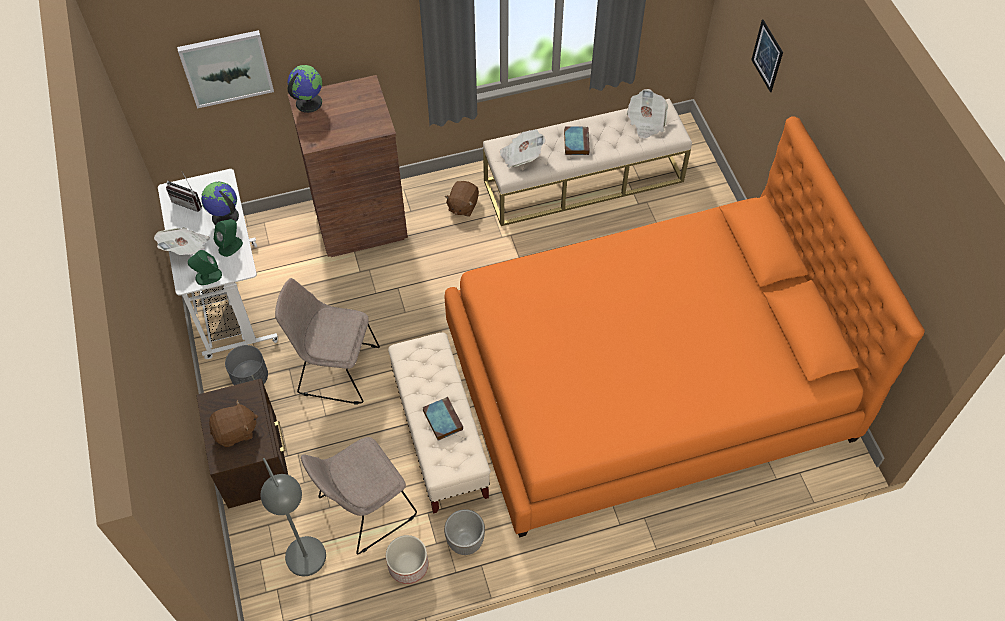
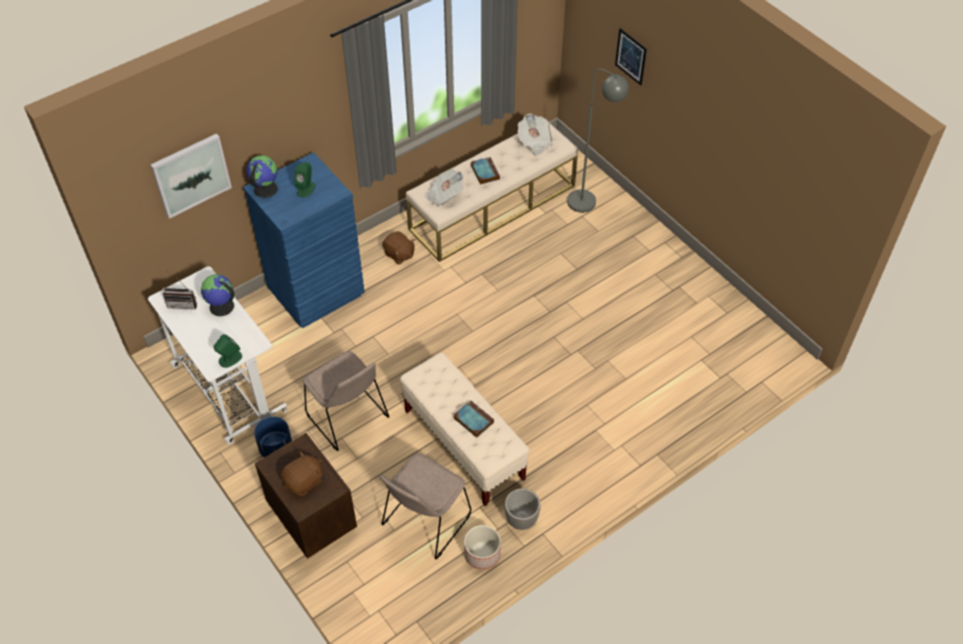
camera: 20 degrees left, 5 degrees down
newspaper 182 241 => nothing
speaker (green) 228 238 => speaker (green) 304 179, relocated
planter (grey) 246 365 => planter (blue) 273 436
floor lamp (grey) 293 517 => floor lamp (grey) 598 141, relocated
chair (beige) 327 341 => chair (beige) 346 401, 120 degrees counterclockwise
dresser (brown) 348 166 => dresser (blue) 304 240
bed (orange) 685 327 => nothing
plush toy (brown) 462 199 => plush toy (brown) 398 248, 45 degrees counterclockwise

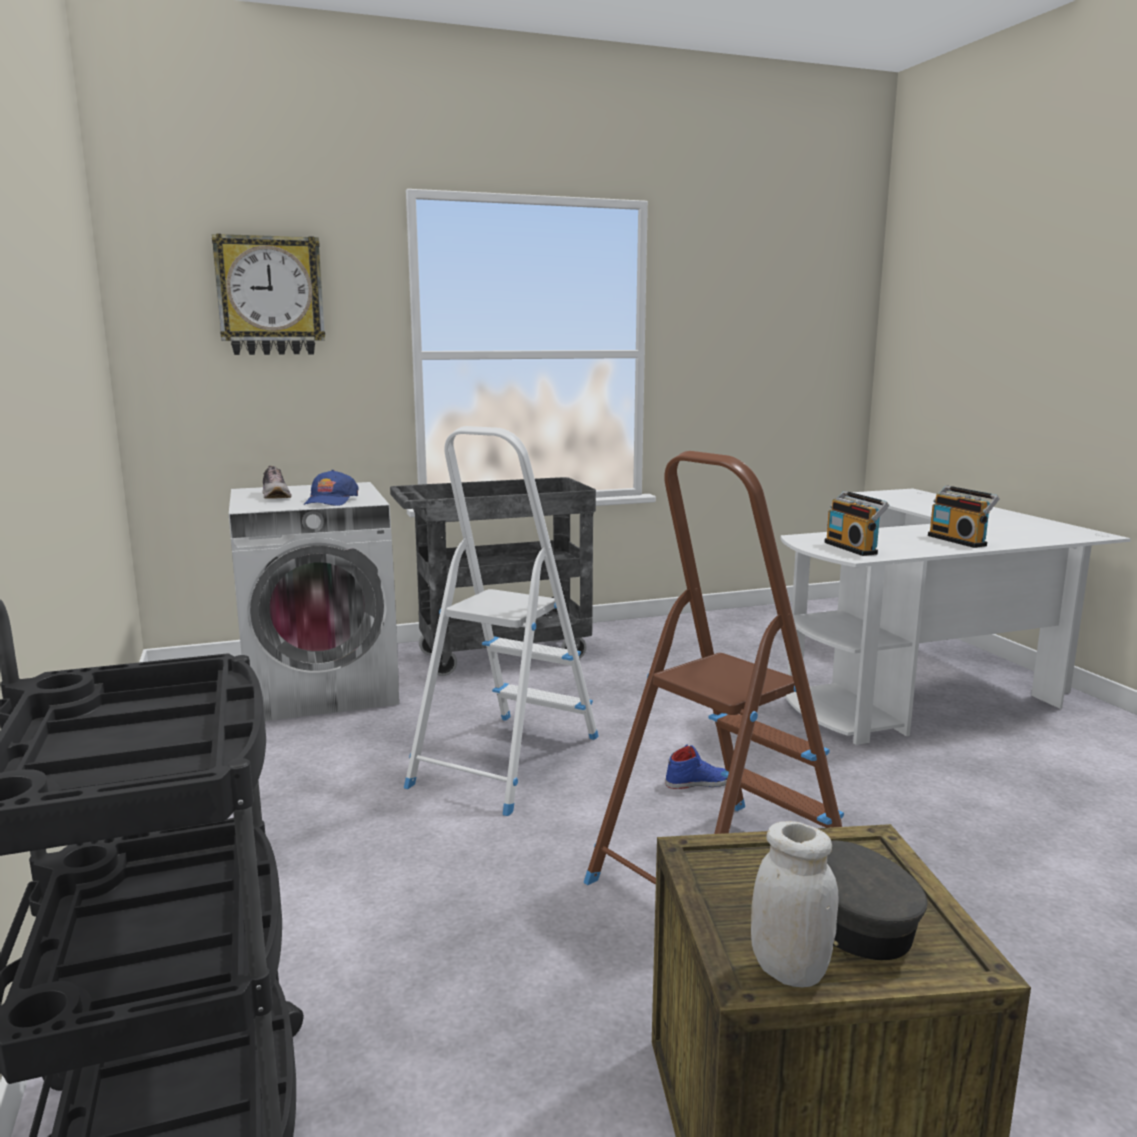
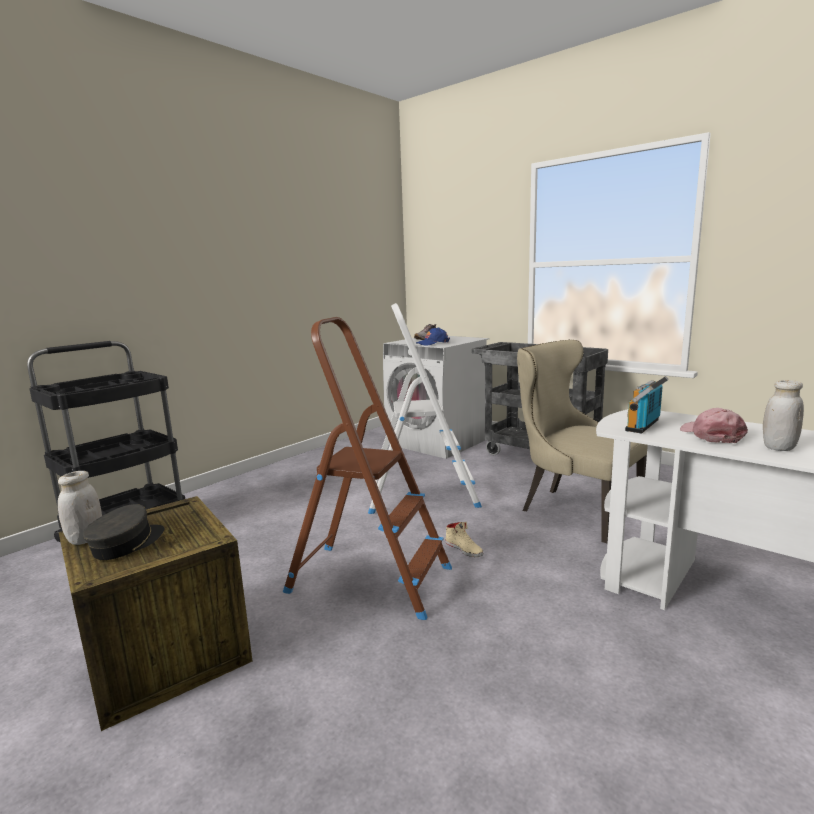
camera: 60 degrees right, 0 degrees up
wall clock 268 294 => nothing
shoe (blue) 696 766 => shoe (beige) 464 539
radio 963 516 => jar (white) 783 415
nothing => chair (beige) 582 441
nothing => cap (pink) 714 425

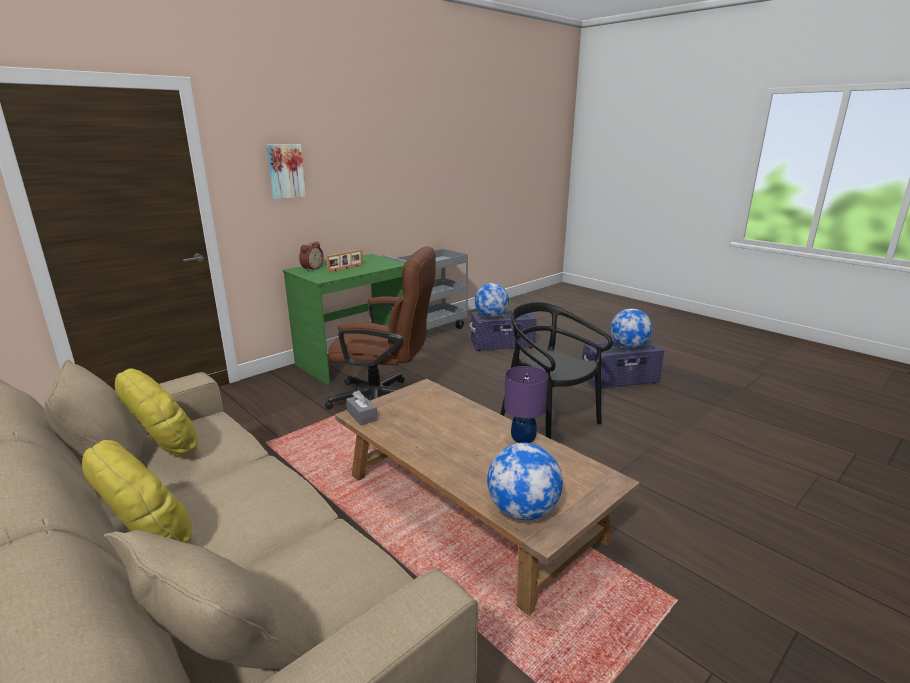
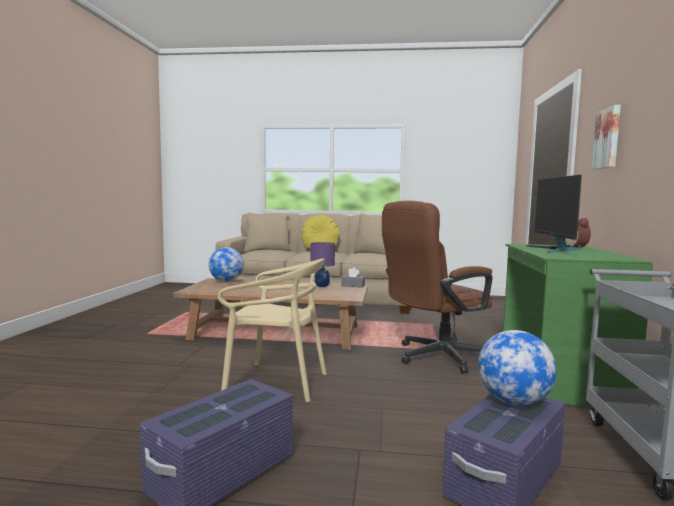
camera: 140 degrees right, 15 degrees down
pillow (yellow) 156 412 => nothing
picture frame 344 261 => monitor 554 214
chair (black) 556 370 => chair (beige) 272 330
table lamp (purple) 526 404 => table lamp (purple) 322 264, relocated
globe 631 329 => nothing

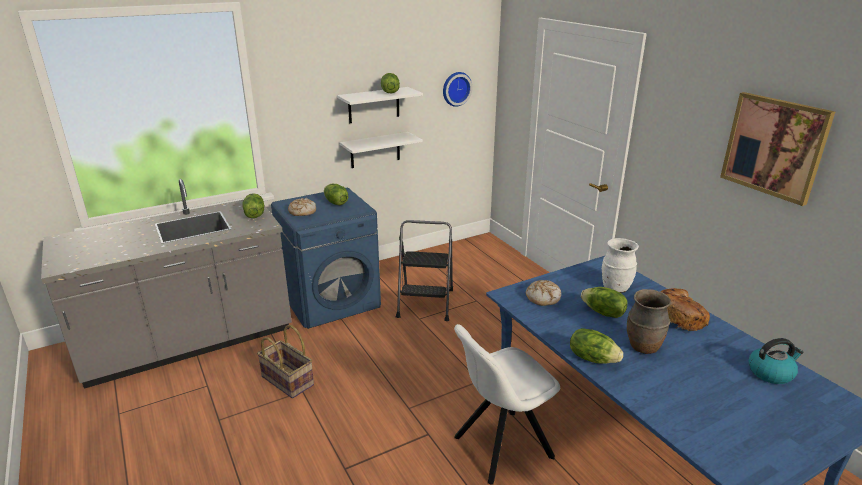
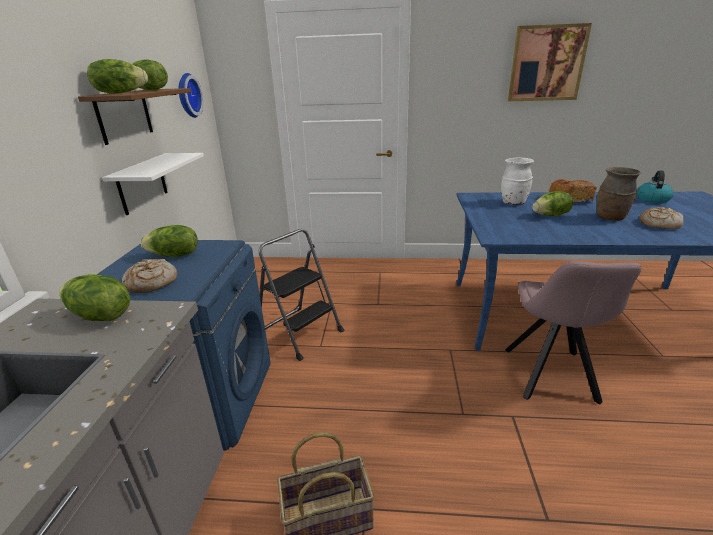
camera: 55 degrees left, 0 degrees up
shelf (white) 380 105 => shelf (brown) 135 116
chair (white) 507 404 => chair (pink) 573 332
bread 543 293 => bread 661 218, relocated
lettuce 596 346 => lettuce 117 76, relocated

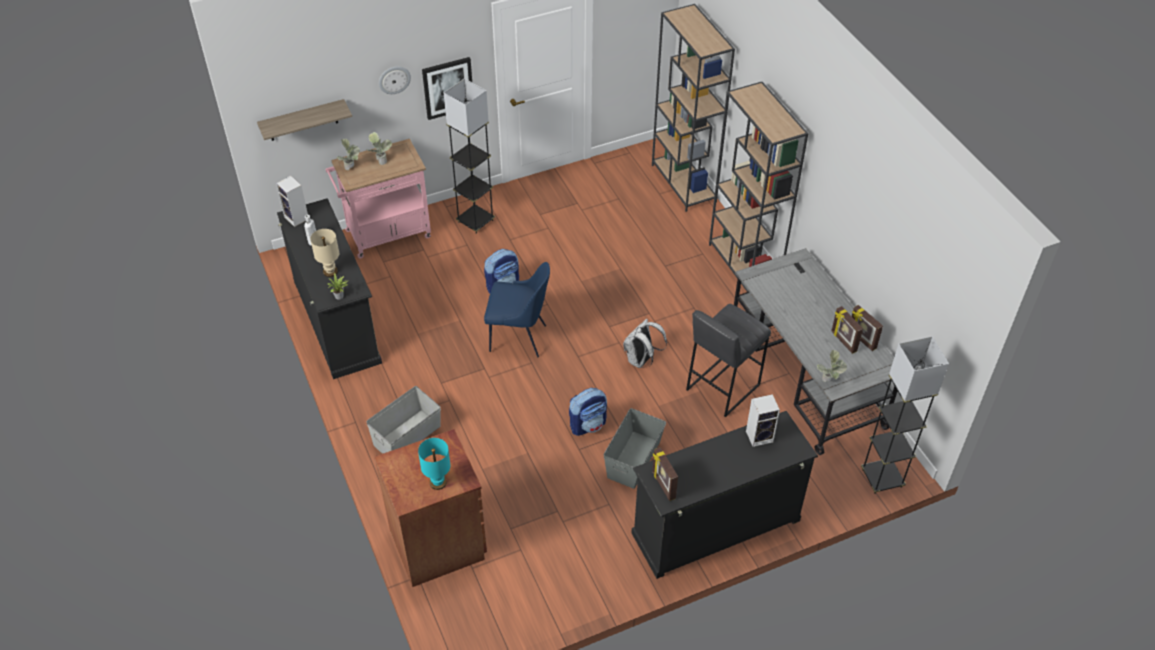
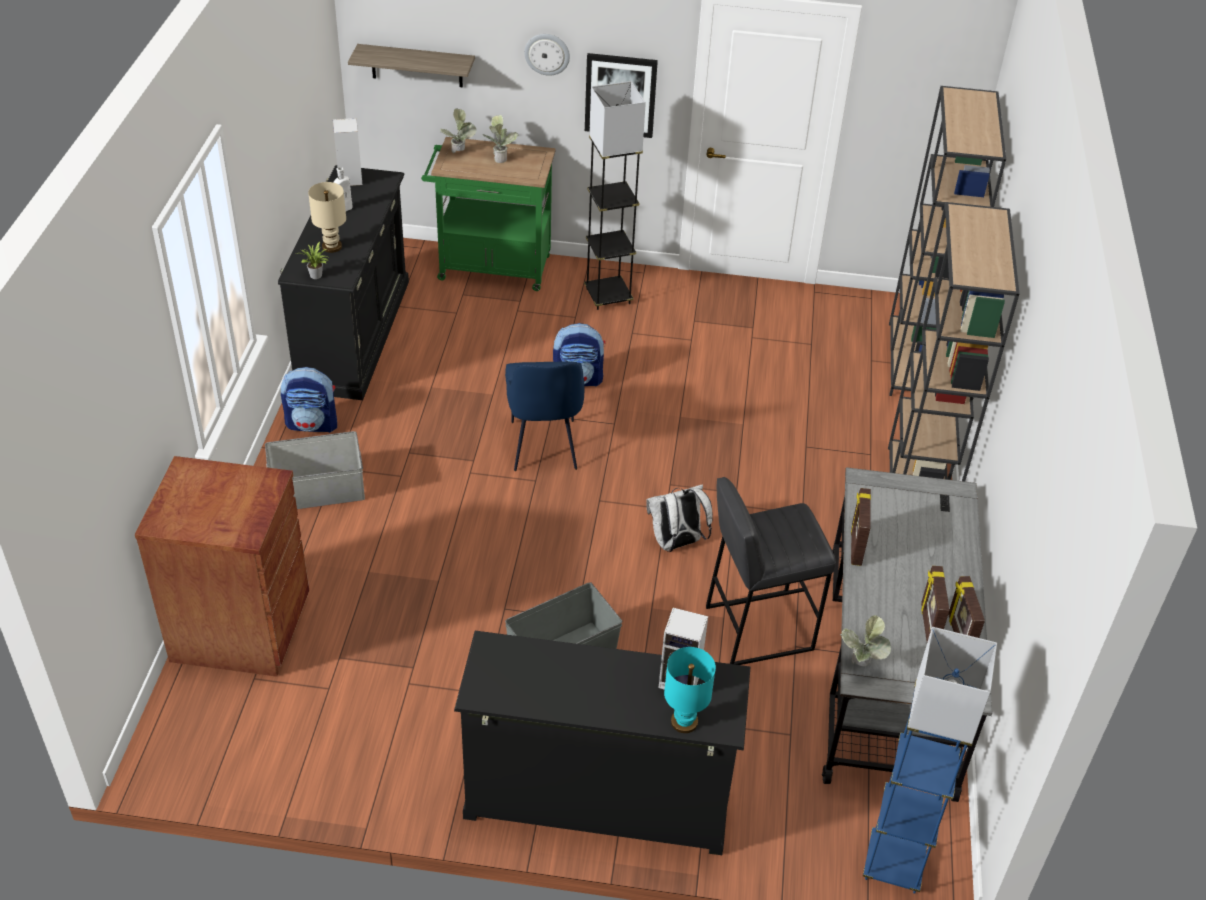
camera: 30 degrees right, 5 degrees down
cart (pink) 378 198 => cart (green) 488 214
table lamp (turquoise) 434 464 => table lamp (turquoise) 690 690, relocated
chair (blue) 517 310 => chair (blue) 544 416, 45 degrees clockwise
backpack 588 412 => backpack 309 400, relocated
picture frame 665 474 => picture frame 861 527, relocated
floor lamp (grey) 905 415 => floor lamp (blue) 930 760

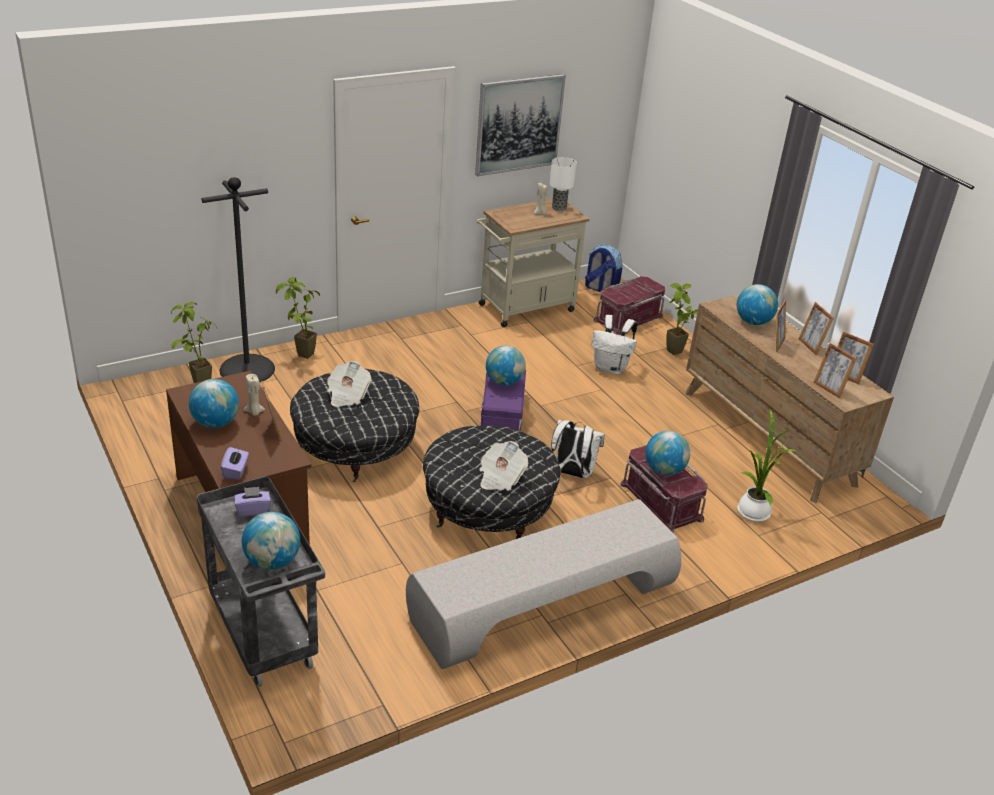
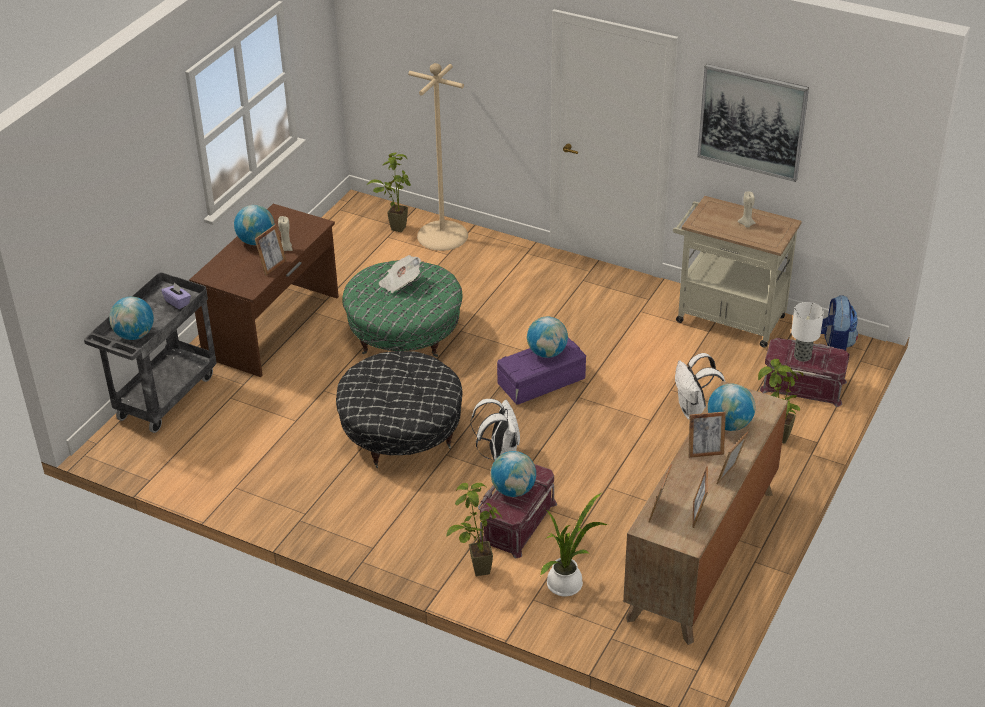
camera: 60 degrees right, 5 degrees up
clothes rack (black) 238 280 => clothes rack (beige) 438 157
tissue box (purple) 235 463 => nothing
potted plant 298 318 => potted plant 474 529, relocated
ottoman (black) 354 425 => ottoman (green) 402 308
bench (grey) 543 584 => nothing
newspaper 503 466 => nothing
table lamp 563 184 => table lamp 807 332, relocated

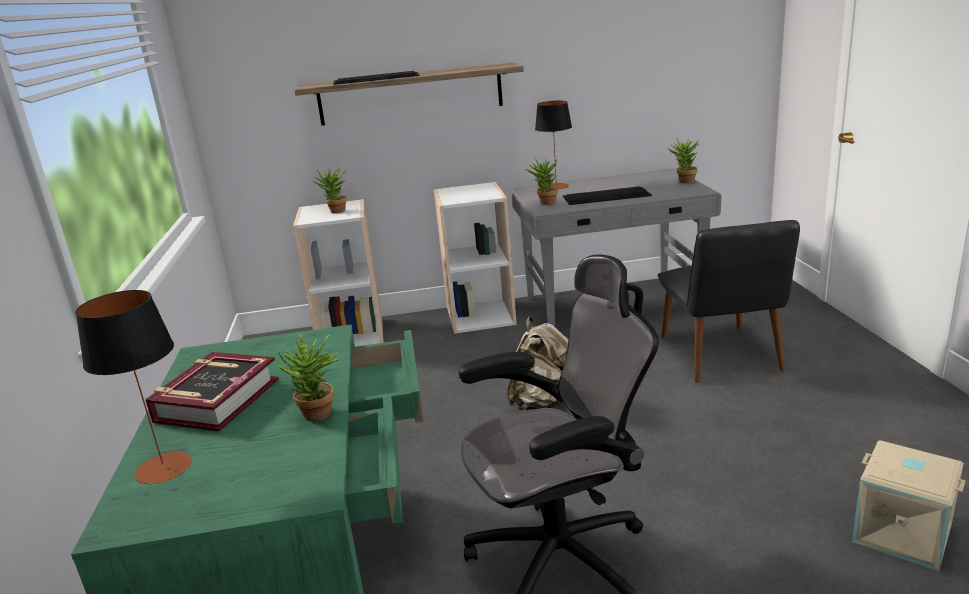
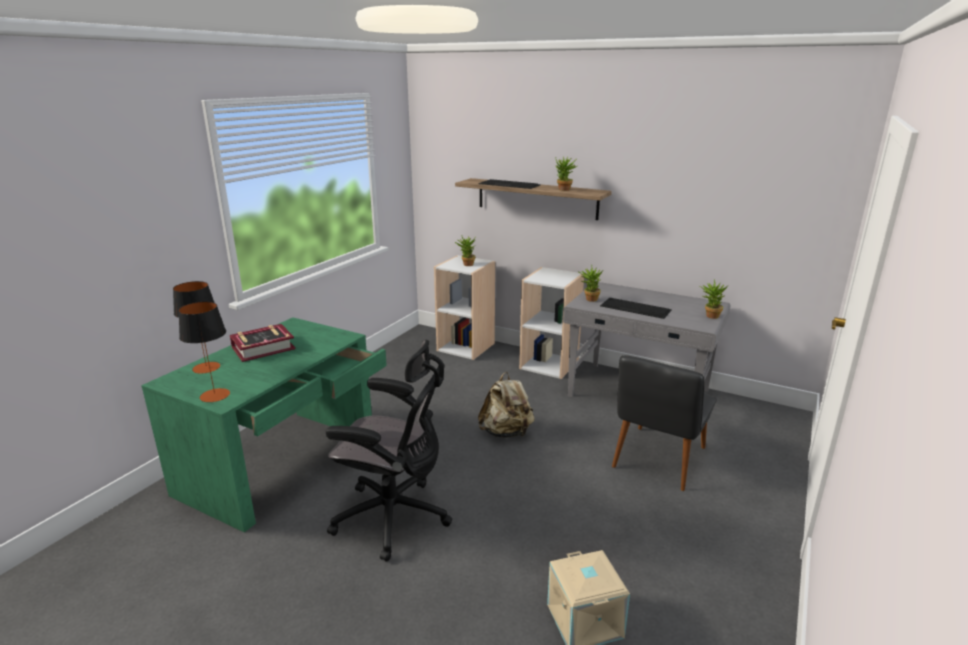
camera: 35 degrees right, 0 degrees up
potted plant 308 378 => potted plant 566 174, relocated
table lamp 553 145 => table lamp 204 352, relocated

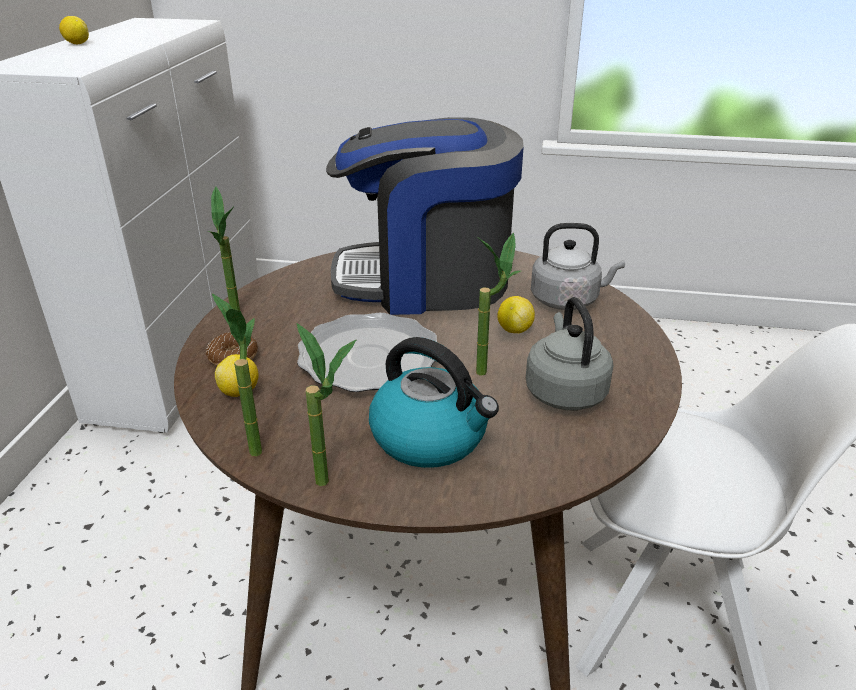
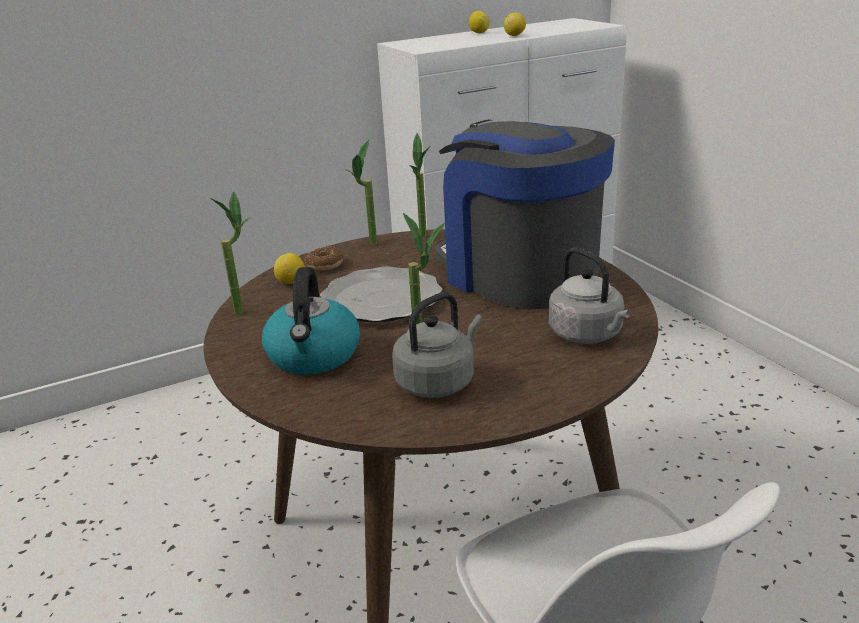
camera: 55 degrees right, 5 degrees down
potted plant 326 404 => potted plant 419 185, relocated
lemon 516 314 => lemon 515 24, relocated

